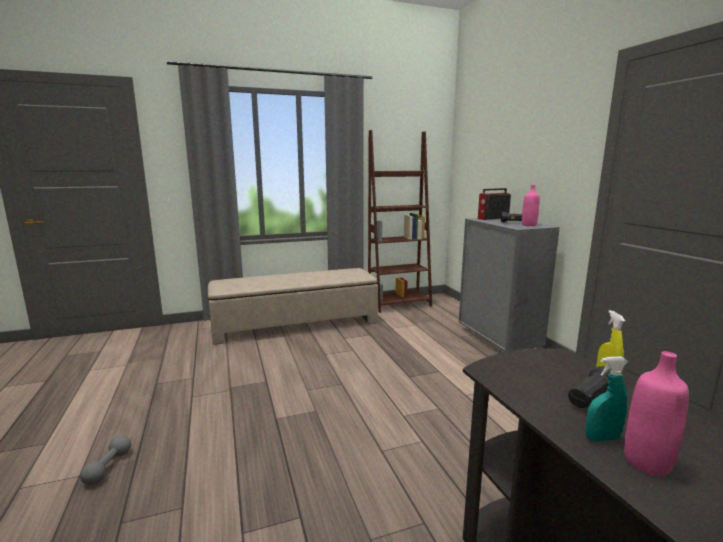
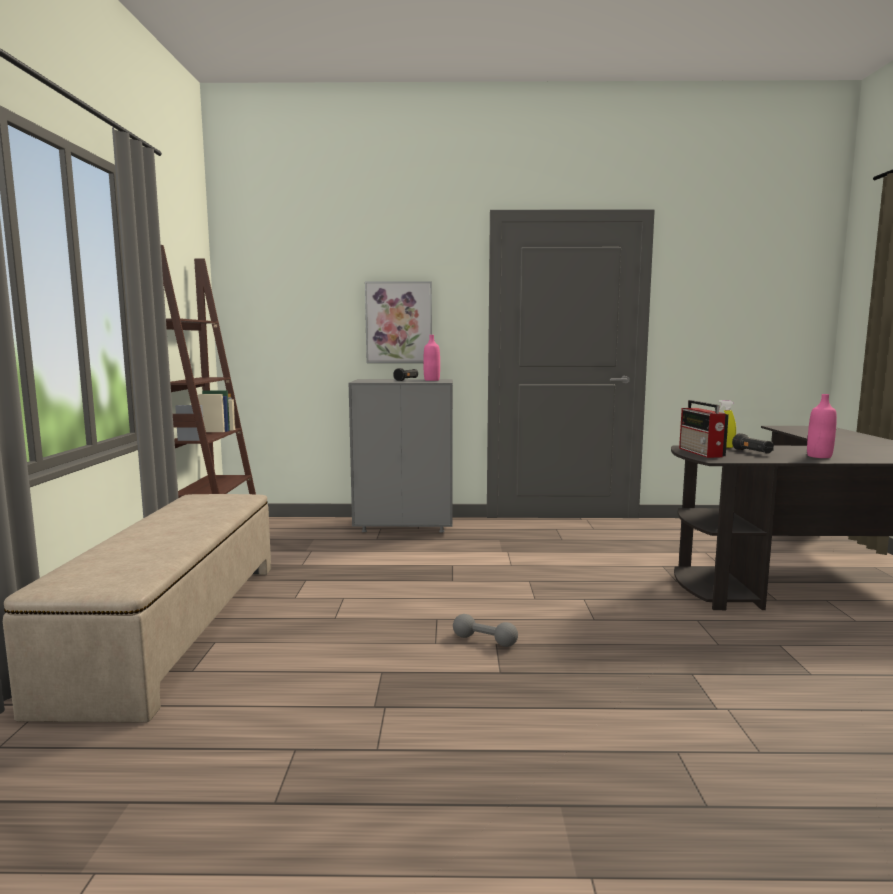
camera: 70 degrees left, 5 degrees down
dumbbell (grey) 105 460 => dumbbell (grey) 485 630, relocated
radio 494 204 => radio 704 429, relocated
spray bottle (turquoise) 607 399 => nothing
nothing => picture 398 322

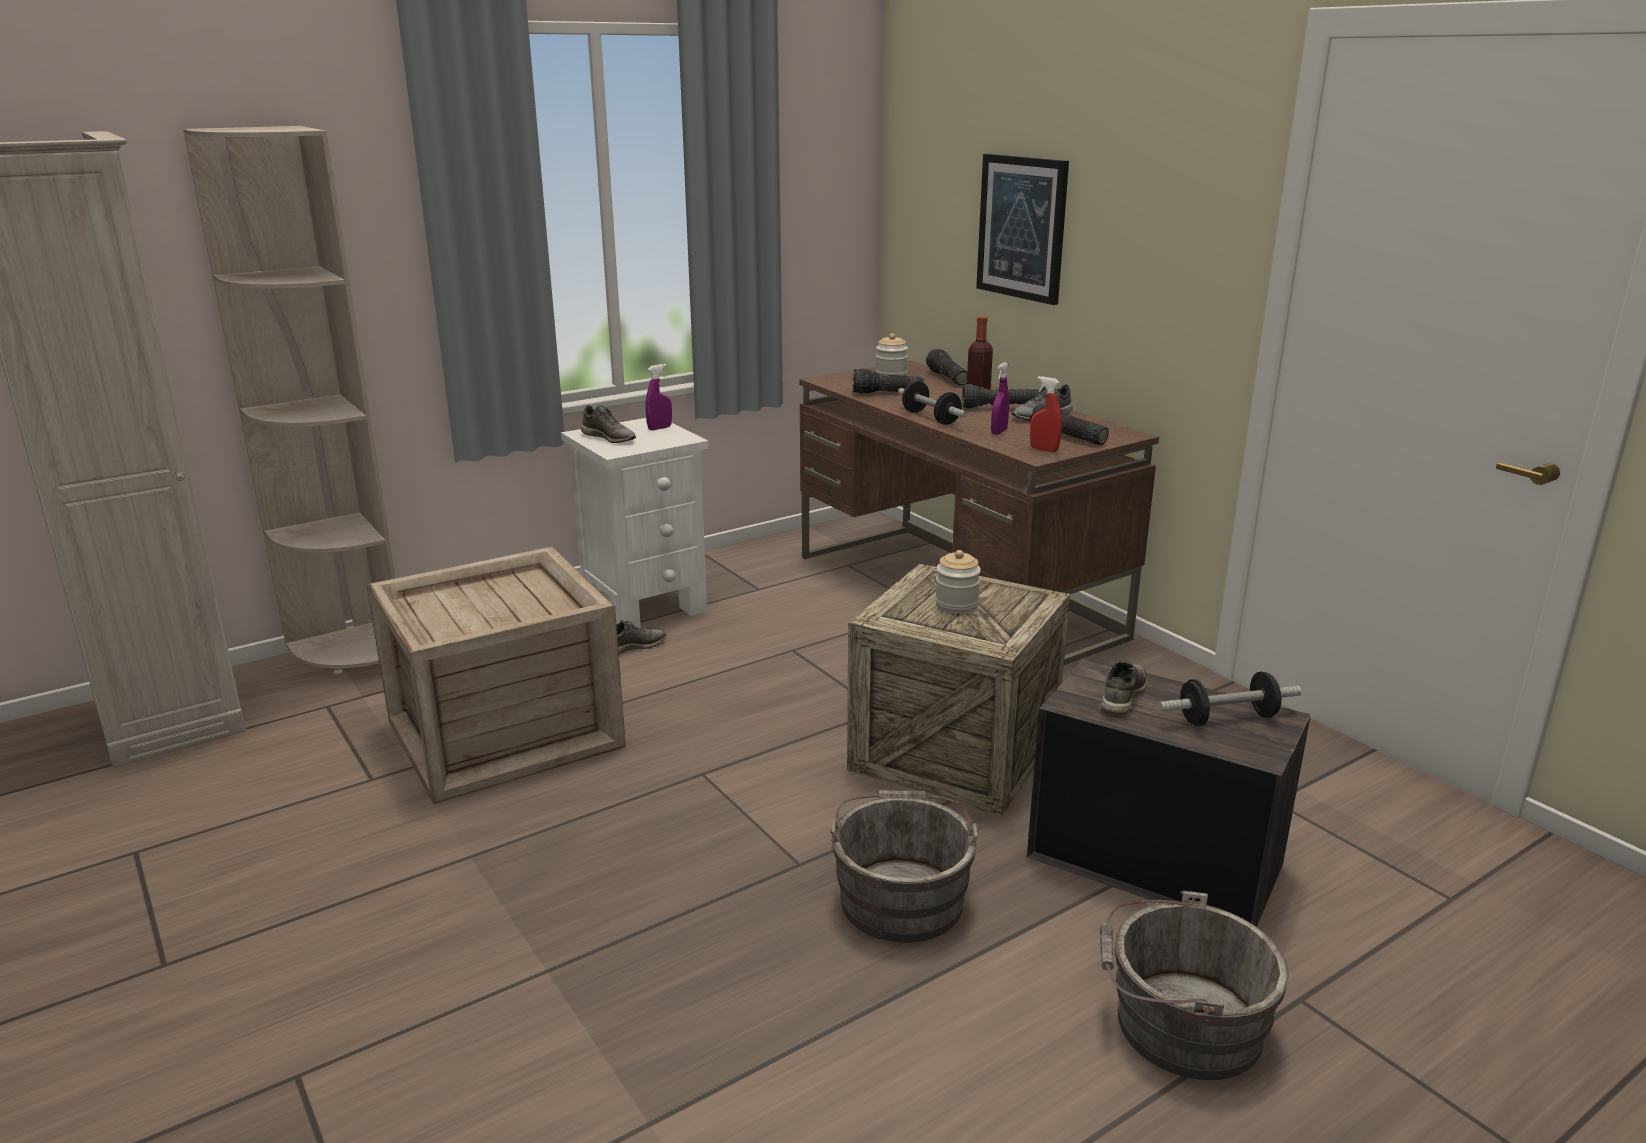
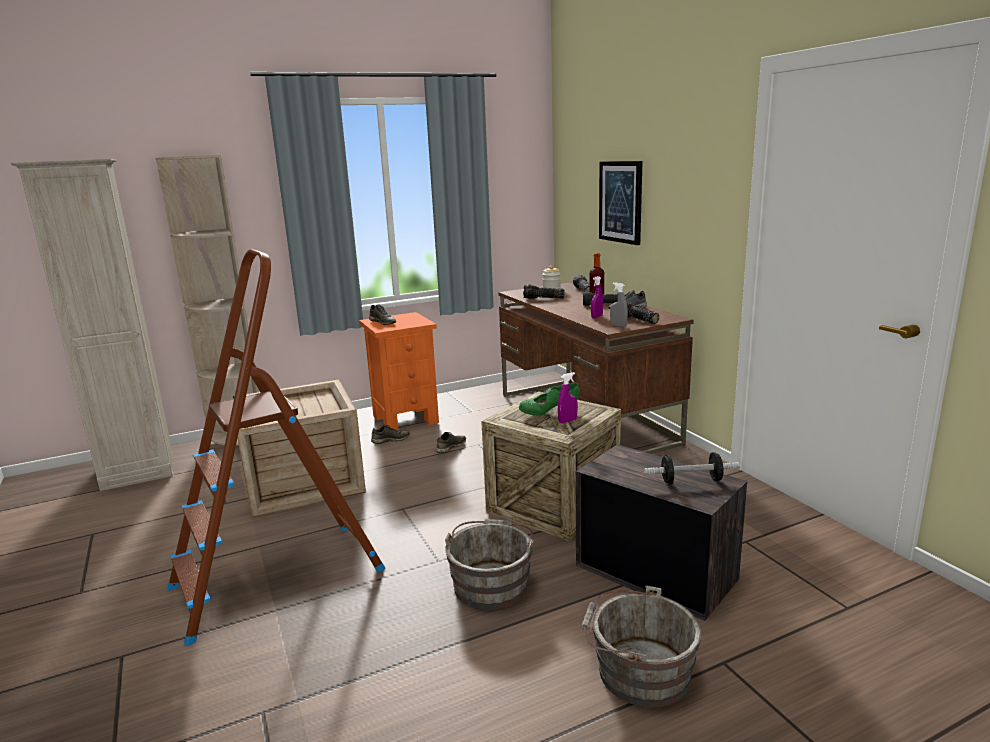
camera: 10 degrees right, 5 degrees down
nightstand (white) 635 523 => nightstand (orange) 399 371
spray bottle (purple) 659 397 => spray bottle (purple) 568 397, relocated
dumbbell 932 403 => nothing
jar 958 581 => shoe (green) 549 399
spray bottle (red) 1046 414 => spray bottle (grey) 619 304
shoe (grey) 1124 687 => shoe (grey) 451 442, relocated
nothing => step ladder (brown) 276 447

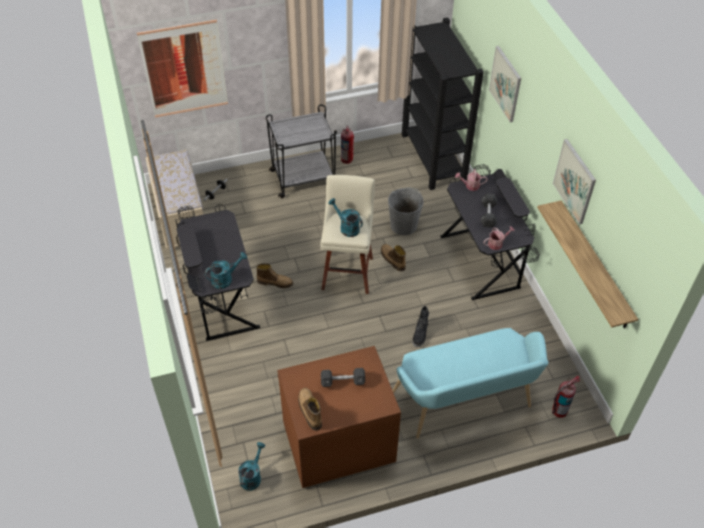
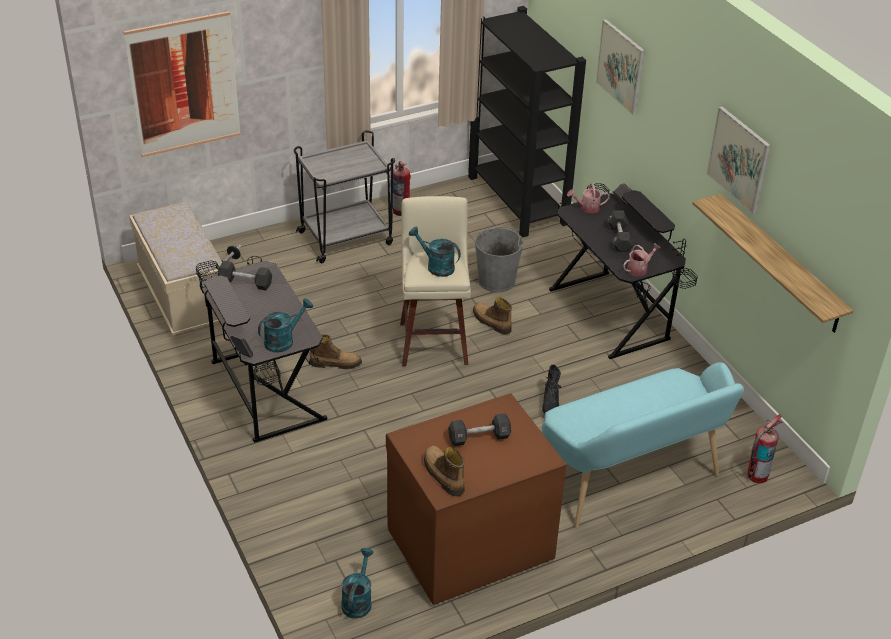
camera: 10 degrees left, 10 degrees down
nothing => dumbbell (black) 245 275

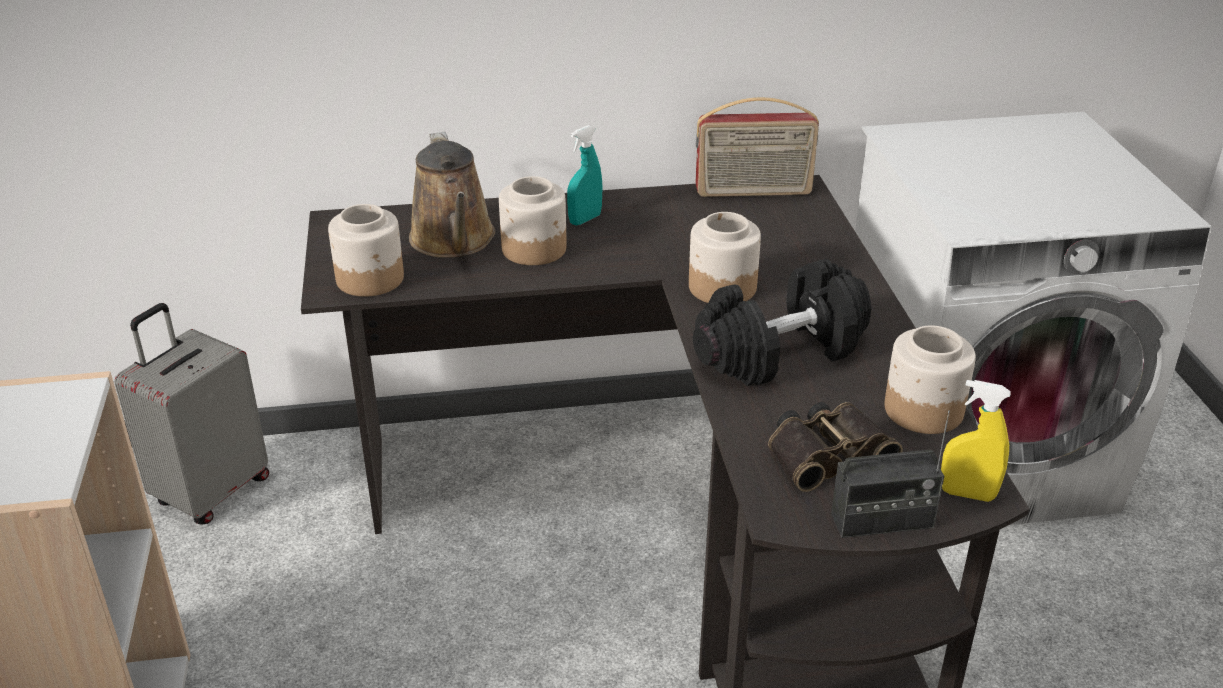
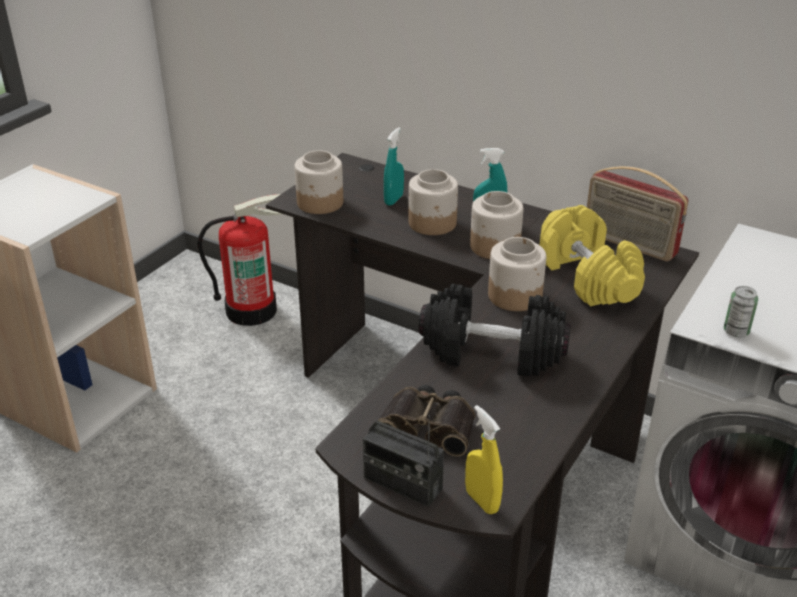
camera: 40 degrees right, 0 degrees up
suitcase (grey) 191 414 => fire extinguisher 239 260
watering can (brown) 452 194 => spray bottle (turquoise) 394 166
jar 930 379 => jar 496 225, relocated
nothing => dumbbell (yellow) 592 255
nothing => can 741 311

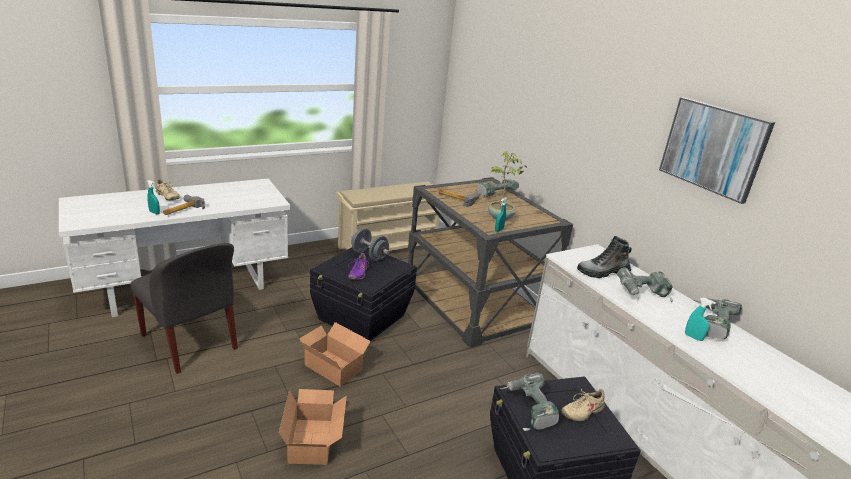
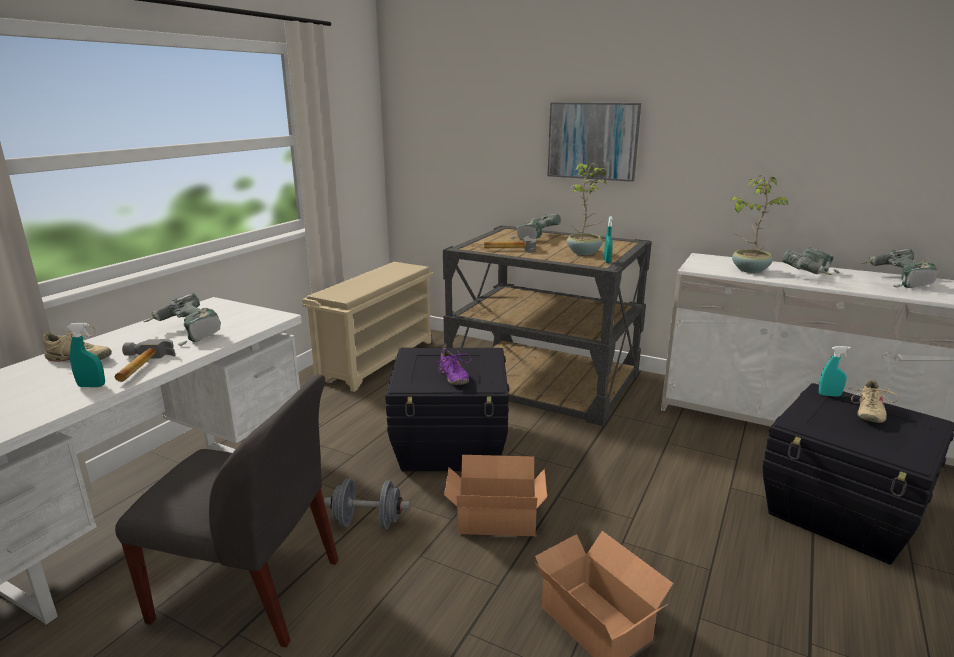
camera: 30 degrees left, 5 degrees down
dumbbell (grey) 370 244 => dumbbell (grey) 367 504, relocated
power drill 529 401 => power drill 182 319, relocated
boot 604 257 => potted plant 759 224
picture 717 150 => picture 594 142, relocated
spray bottle (turquoise) 700 319 => spray bottle (turquoise) 835 371, relocated

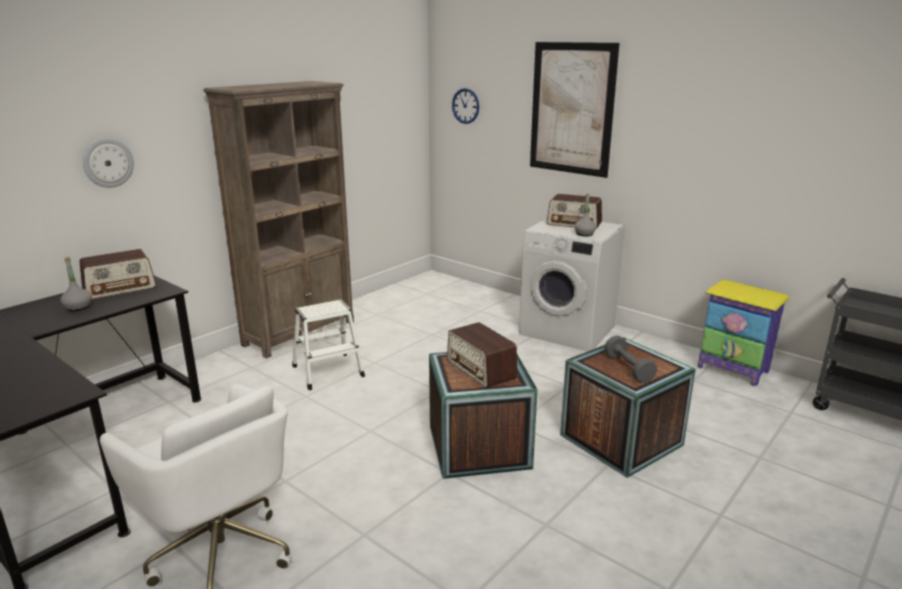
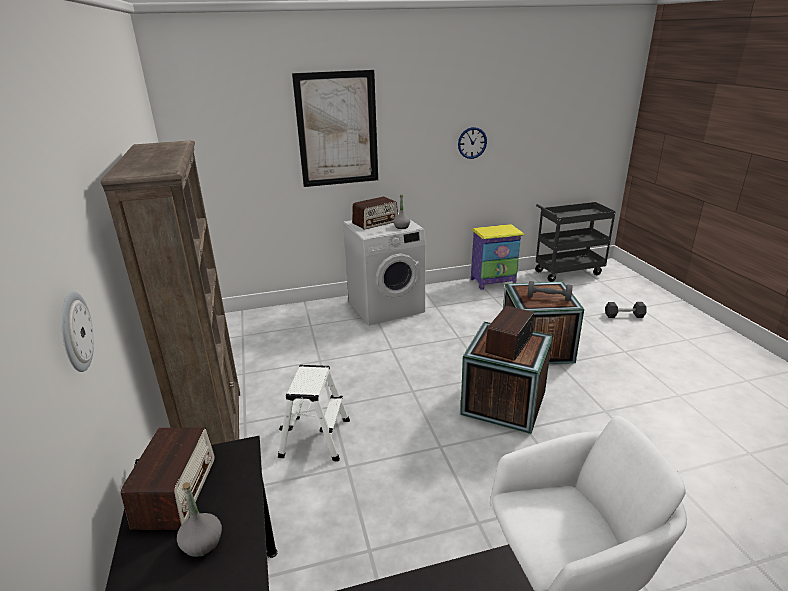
camera: 55 degrees left, 5 degrees up
radio 482 355 => radio 509 333, 120 degrees clockwise
wall clock 465 106 => wall clock 472 143, relocated
nothing => dumbbell (black) 626 310

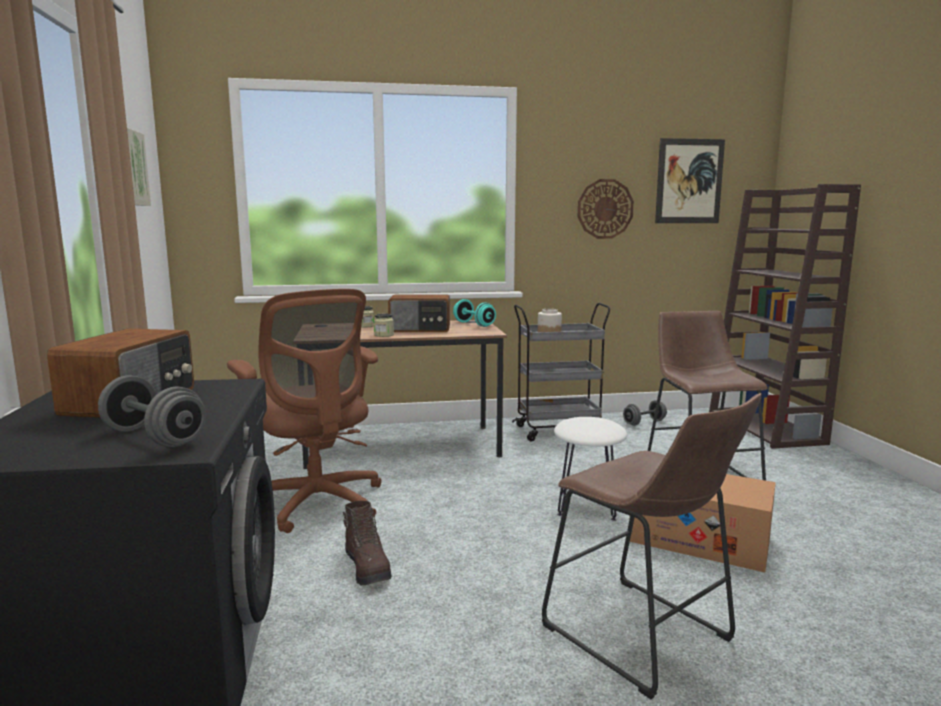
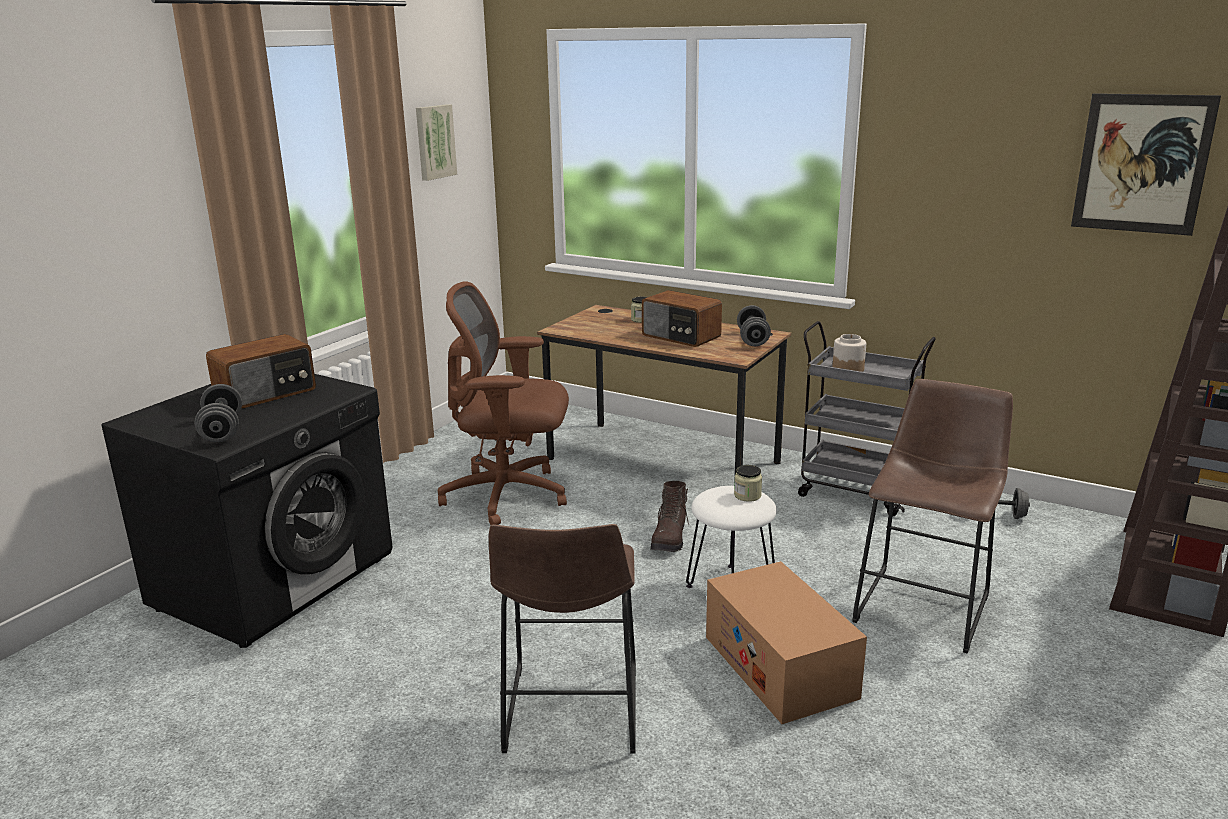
camera: 40 degrees right, 10 degrees up
office chair (brown) 304 411 => office chair (brown) 503 403, 90 degrees clockwise
boot (brown) 367 543 => boot (brown) 669 516, relocated
jar 384 325 => jar 748 483, relocated
dumbbell (turquoise) 474 313 => dumbbell (grey) 754 325
wall clock 606 209 => nothing

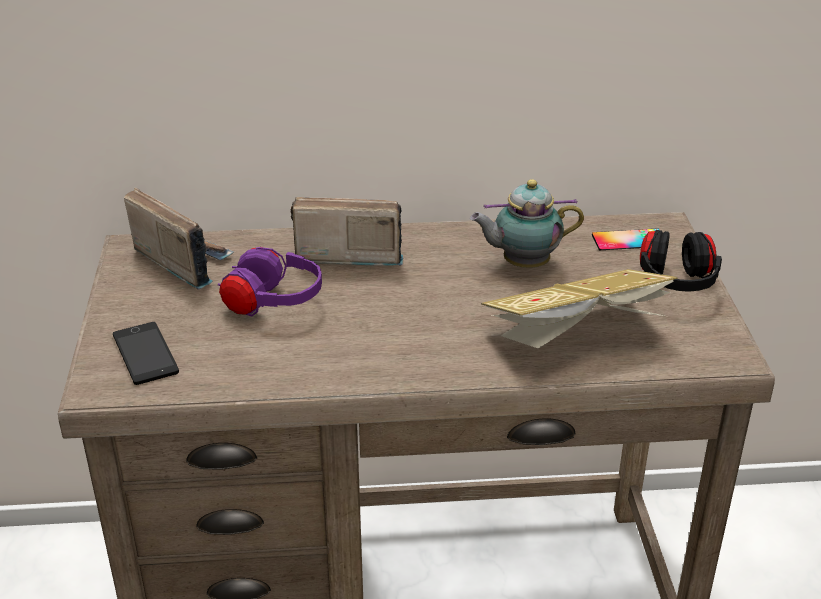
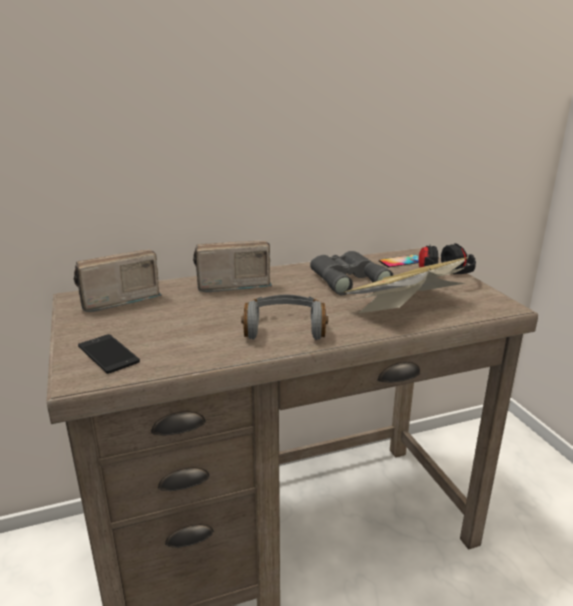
camera: 15 degrees left, 10 degrees down
radio 179 239 => radio 117 280, 60 degrees counterclockwise
headphones (purple) 270 282 => nothing
teapot 527 223 => binoculars (grey) 352 273
nothing => headphones (grey) 284 317

